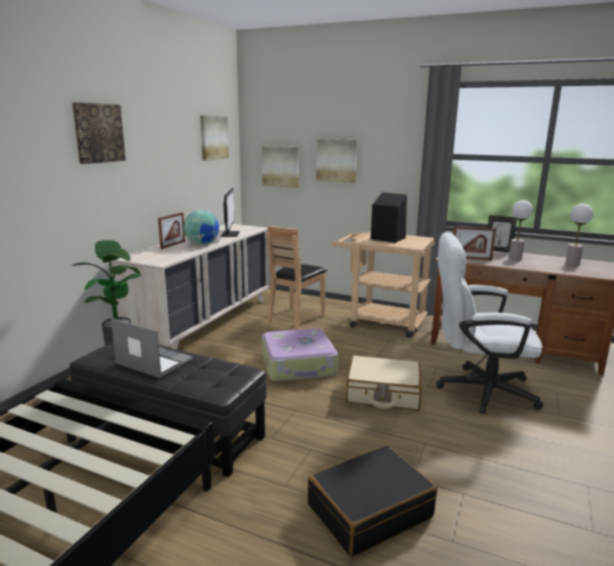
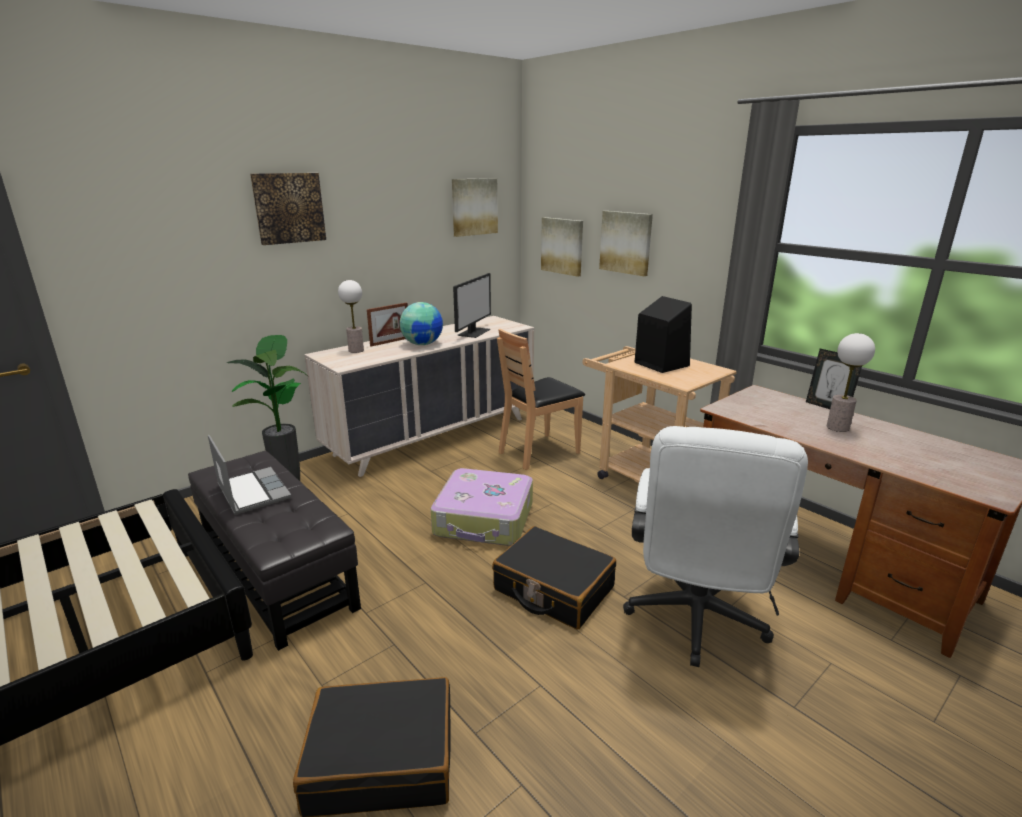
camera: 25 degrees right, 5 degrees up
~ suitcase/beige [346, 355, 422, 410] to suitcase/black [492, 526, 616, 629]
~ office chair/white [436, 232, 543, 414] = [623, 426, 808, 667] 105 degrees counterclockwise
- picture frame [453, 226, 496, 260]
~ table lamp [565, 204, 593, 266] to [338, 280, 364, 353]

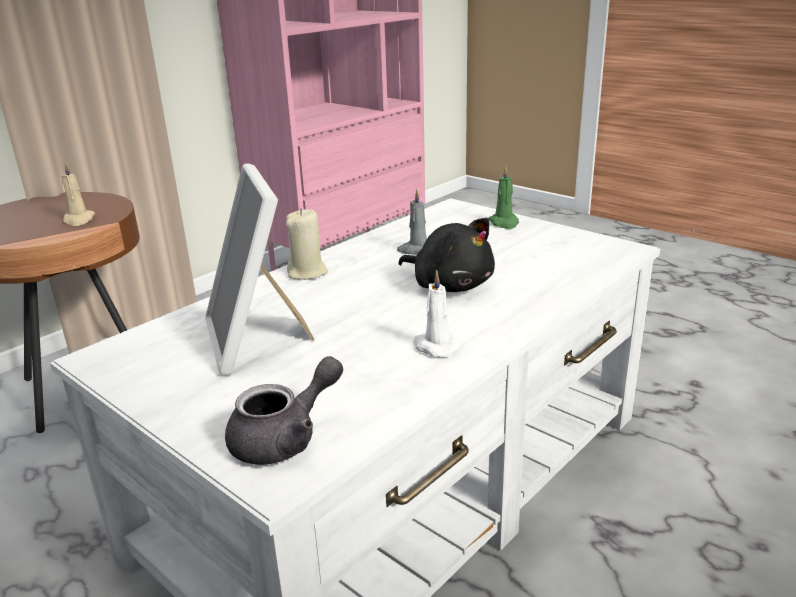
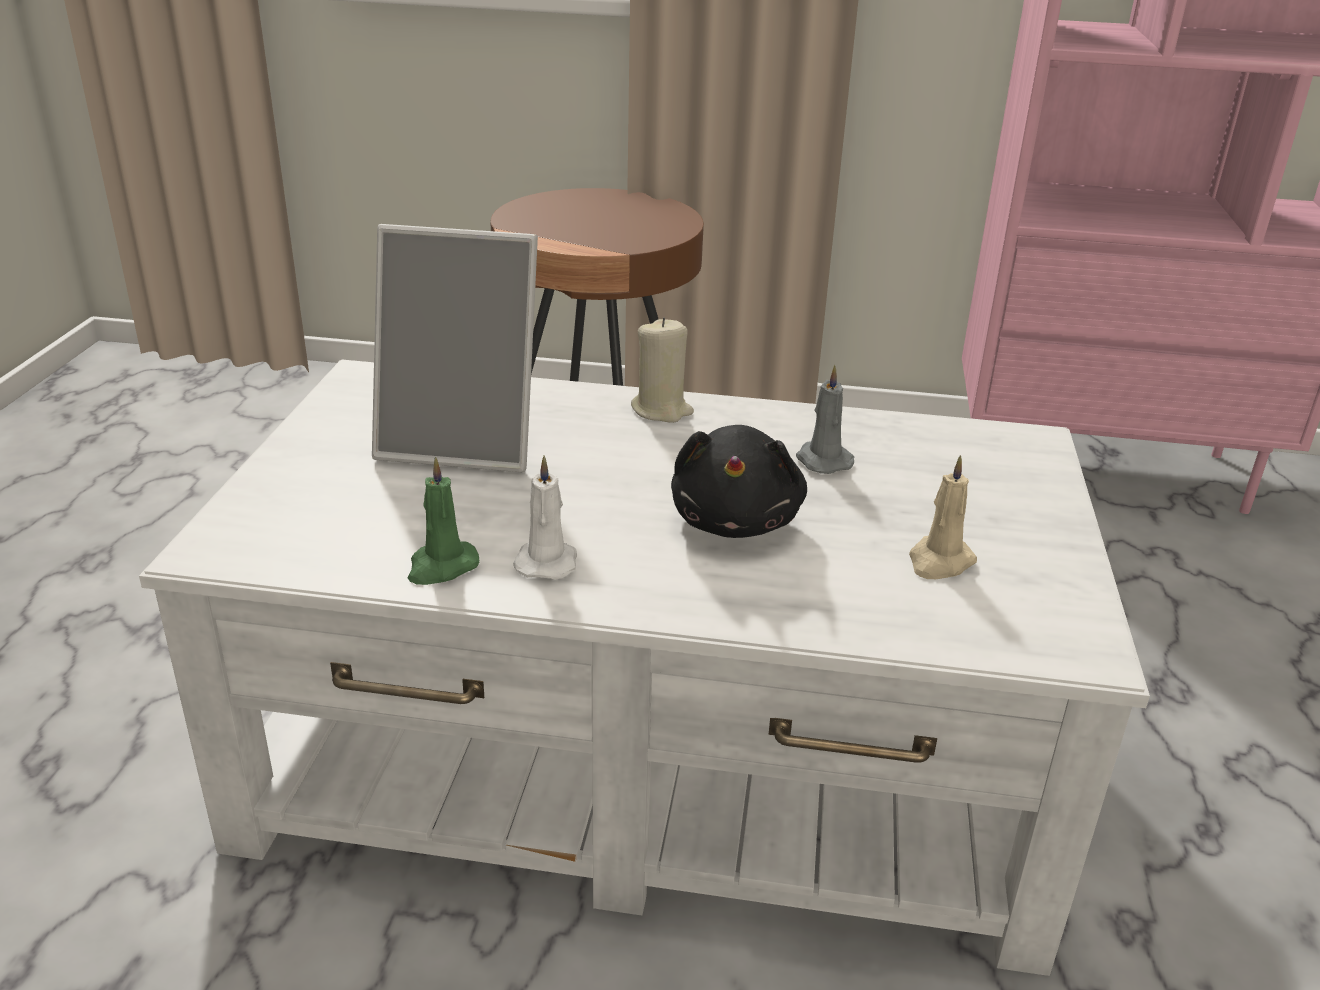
camera: 55 degrees right, 5 degrees up
~ candle/beige [62, 163, 95, 226] to [909, 455, 977, 579]
~ picture frame [205, 163, 315, 375] = [372, 224, 538, 472] 120 degrees counterclockwise
- teapot/grey [225, 356, 343, 465]
~ candle/green [488, 166, 519, 229] to [408, 457, 479, 585]

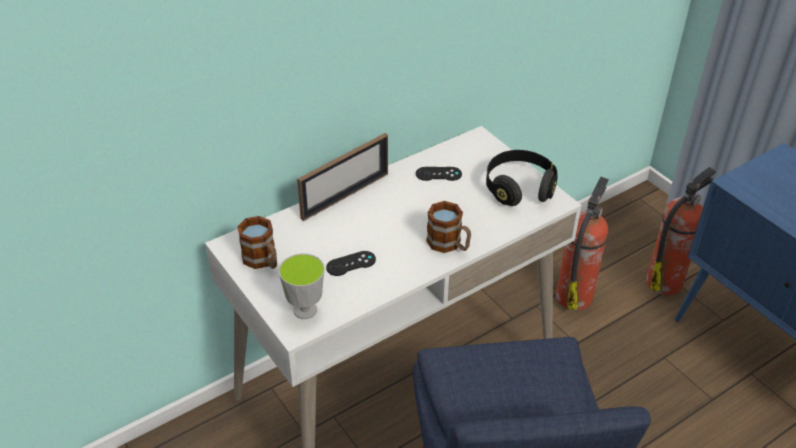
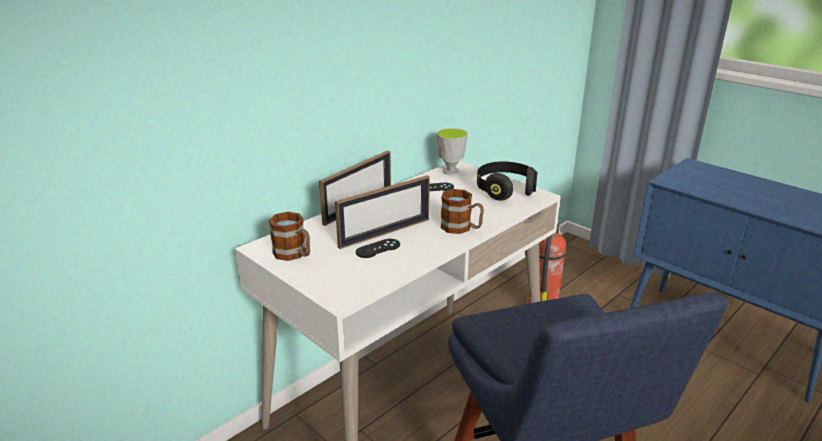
camera: 10 degrees left, 15 degrees down
~ cup [279, 253, 325, 319] to [436, 128, 468, 175]
- fire extinguisher [646, 167, 716, 295]
+ picture frame [335, 175, 430, 249]

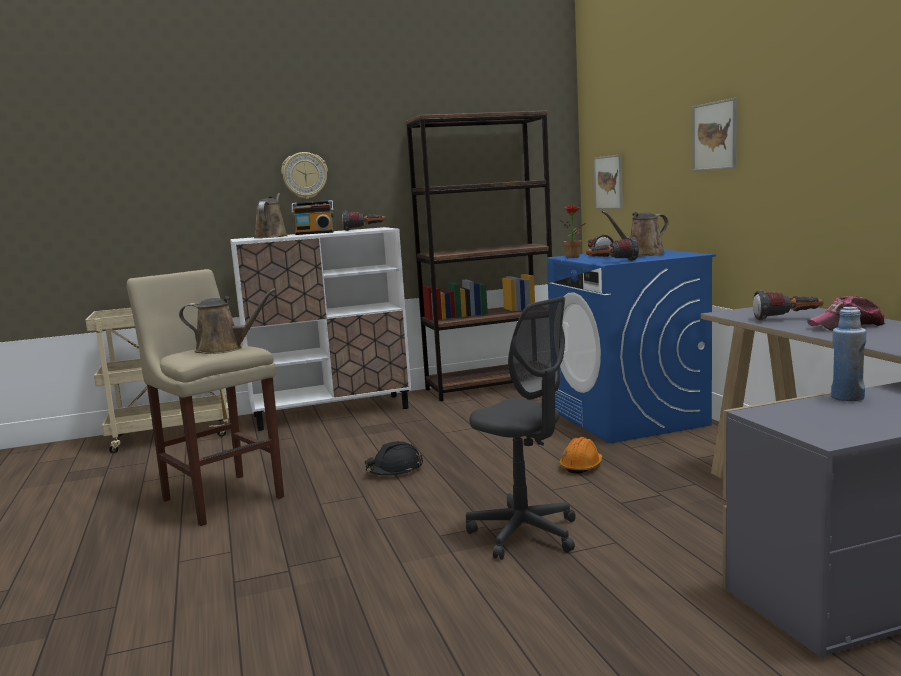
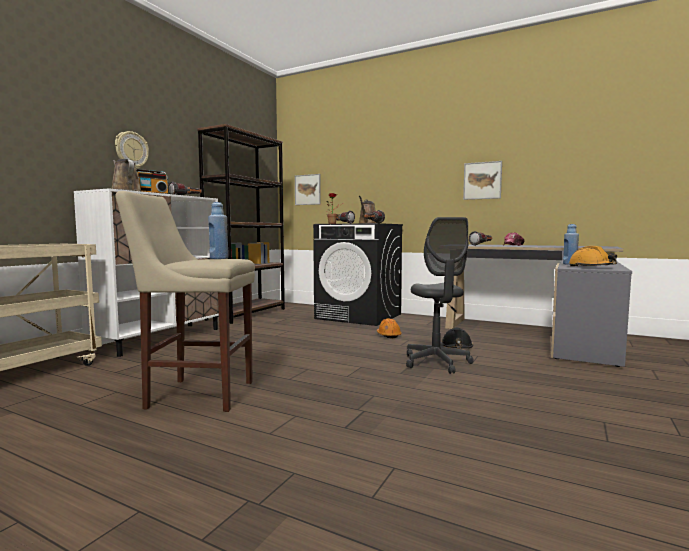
camera: 45 degrees left, 5 degrees down
~ watering can/brown [179, 288, 276, 354] to bottle/blue [208, 202, 229, 259]
~ hard hat/black [365, 441, 423, 476] to [441, 328, 473, 348]
~ office chair/grey [466, 297, 576, 560] = [406, 217, 474, 374] 75 degrees clockwise
~ washing machine/blue [547, 250, 716, 443] to washing machine/black [313, 223, 403, 326]
~ picture [692, 98, 737, 171] to [463, 161, 502, 200]
+ hard hat/orange [569, 246, 617, 267]

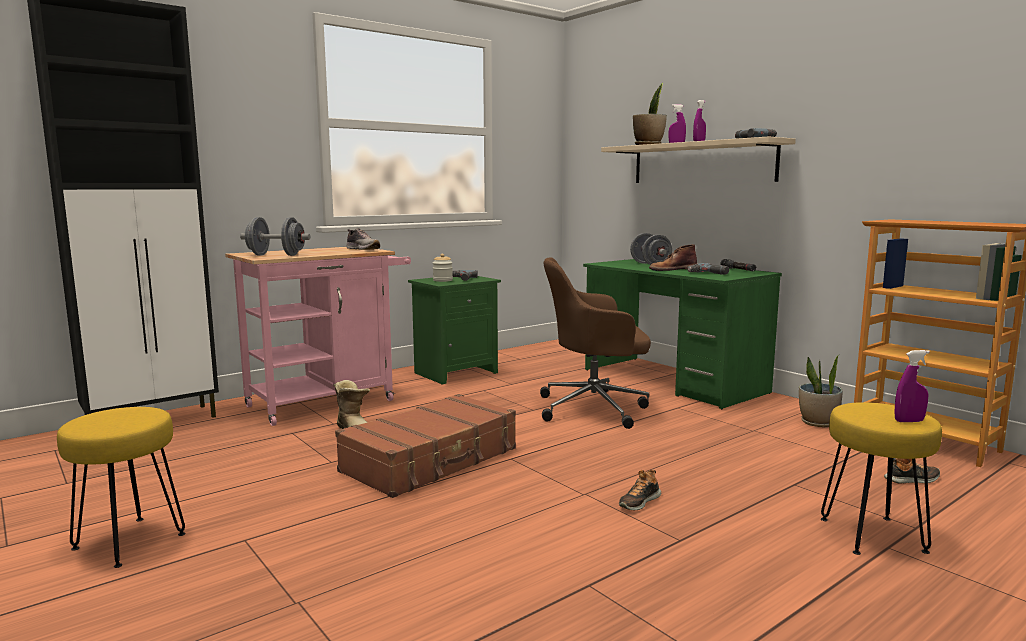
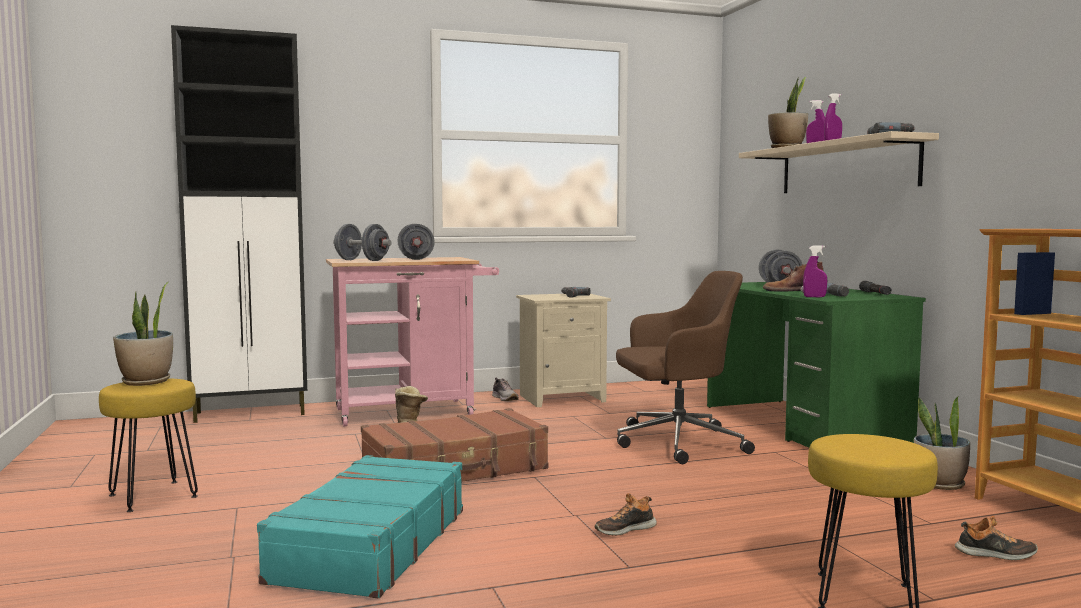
camera: 20 degrees right, 5 degrees down
~ shoe [346, 228, 380, 250] to [492, 377, 519, 401]
~ nightstand/green [408, 276, 501, 385] to nightstand/beige [516, 294, 611, 407]
- jar [433, 254, 453, 282]
~ office chair/brown [540, 258, 651, 429] = [616, 271, 755, 464] 150 degrees clockwise
~ spray bottle/purple [895, 350, 930, 422] to [803, 245, 827, 297]
+ potted plant [113, 282, 173, 386]
+ suitcase/turquoise [257, 455, 463, 598]
+ dumbbell/grey [397, 224, 435, 260]

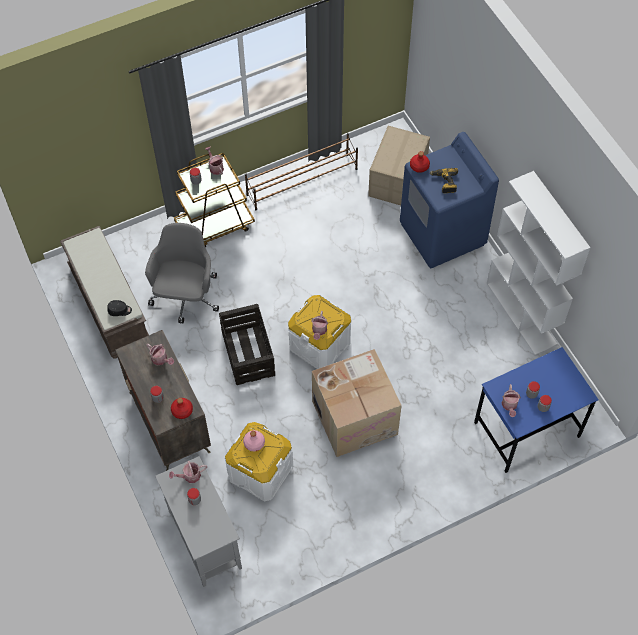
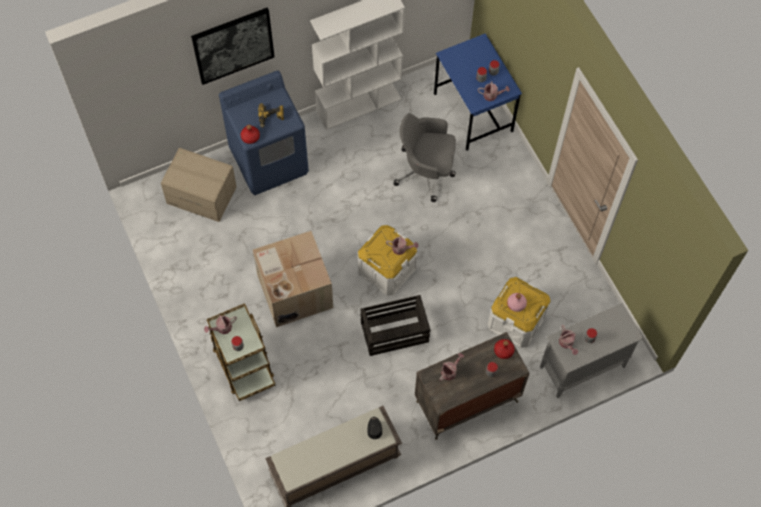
camera: 90 degrees left, 5 degrees up
~ office chair/grey [145, 223, 219, 323] to [394, 113, 456, 202]
- shoe rack/brown [245, 133, 358, 210]
~ cardboard box [312, 349, 402, 457] to [253, 231, 333, 327]
+ picture [191, 8, 275, 85]

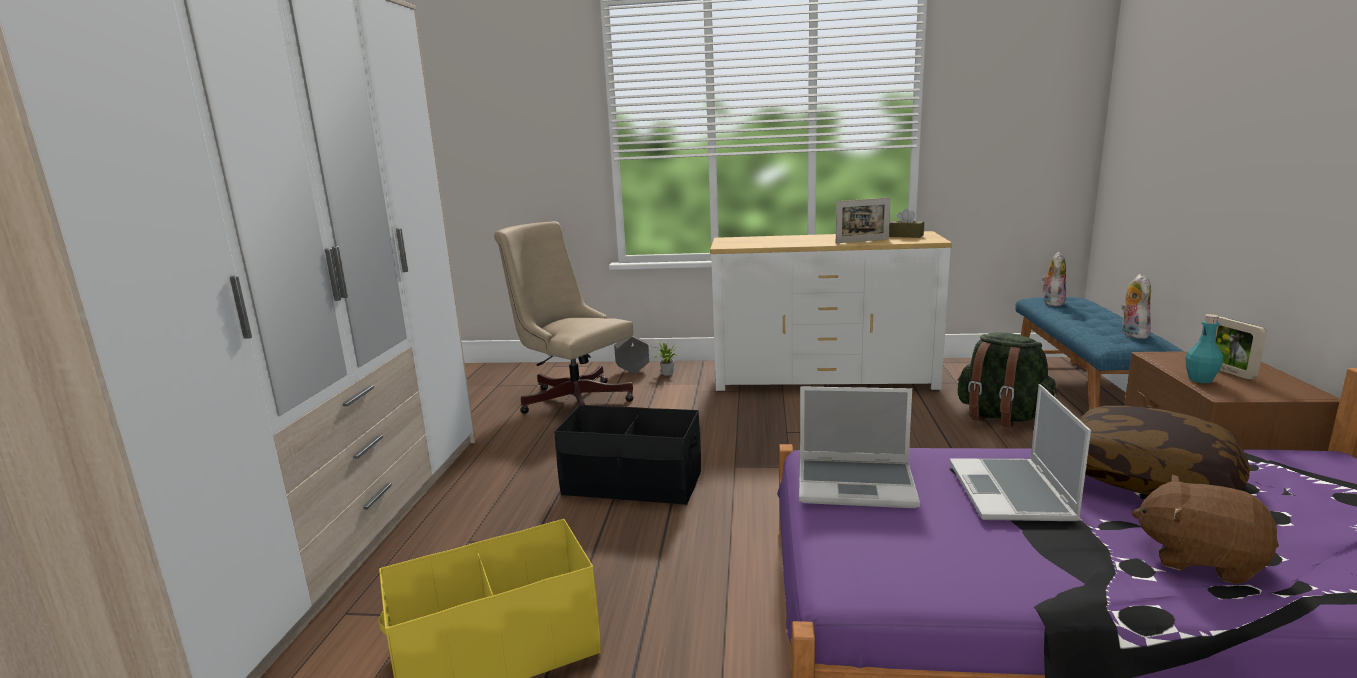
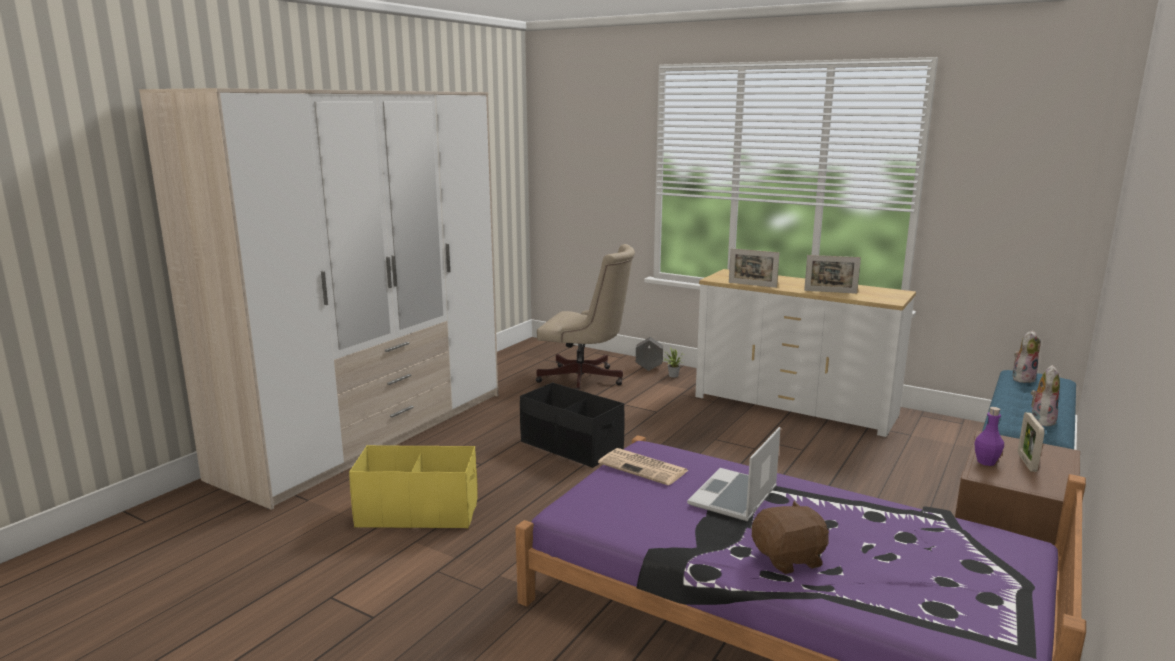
camera: 25 degrees right, 0 degrees up
~ office chair/beige [494, 221, 634, 414] = [536, 244, 635, 390] 135 degrees clockwise
~ laptop [799, 386, 920, 508] to newspaper [598, 448, 689, 486]
- tissue box/brown [889, 208, 924, 238]
- backpack/green [957, 333, 1057, 428]
- pillow [1079, 406, 1250, 495]
~ plush toy/brown [1132, 475, 1279, 584] = [752, 501, 829, 574] 105 degrees clockwise
~ bottle/turquoise [1185, 314, 1224, 383] to bottle/purple [975, 407, 1004, 466]
+ picture frame [729, 248, 779, 288]

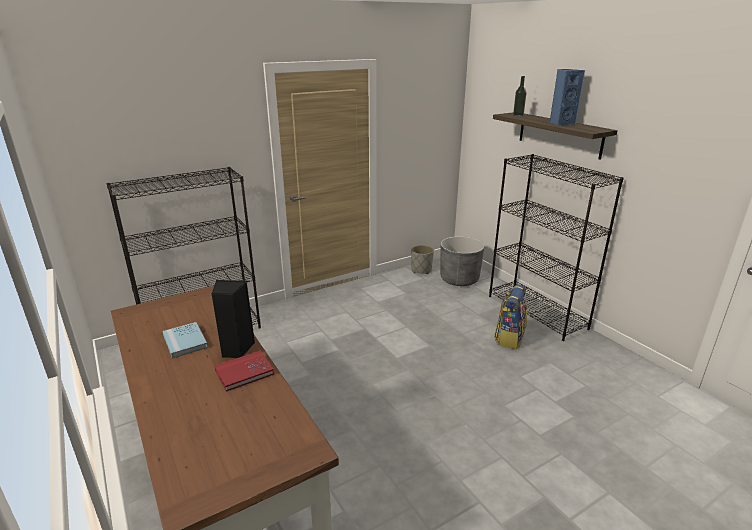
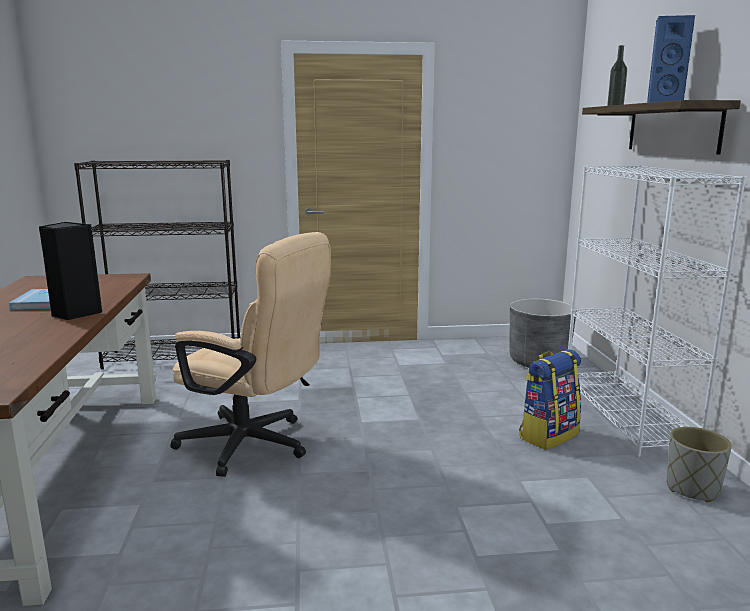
camera: 25 degrees right, 10 degrees down
- book/red [214, 350, 274, 392]
~ planter/grey [411, 245, 434, 274] to [667, 427, 732, 502]
~ bookcase/black [489, 154, 624, 341] to bookcase/white [568, 165, 746, 457]
+ office chair/beige [170, 232, 331, 477]

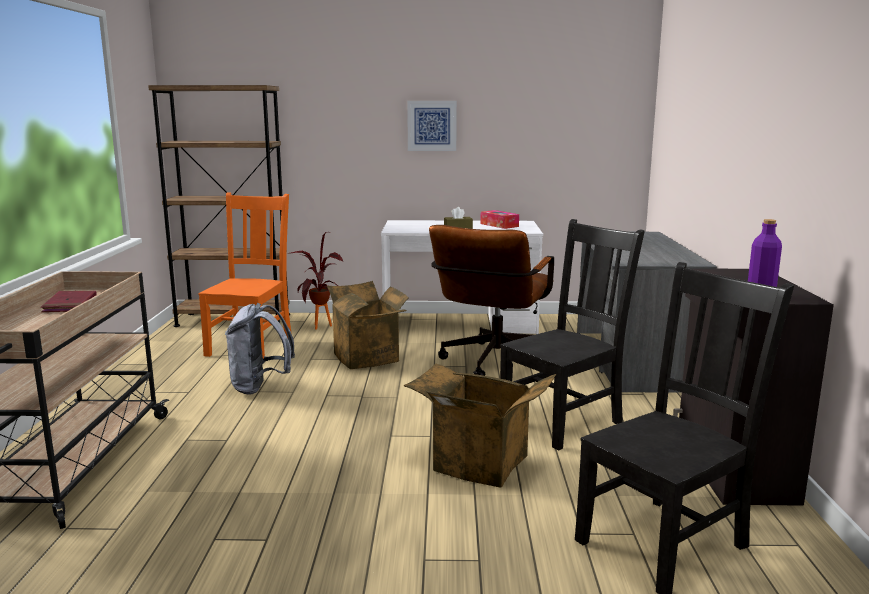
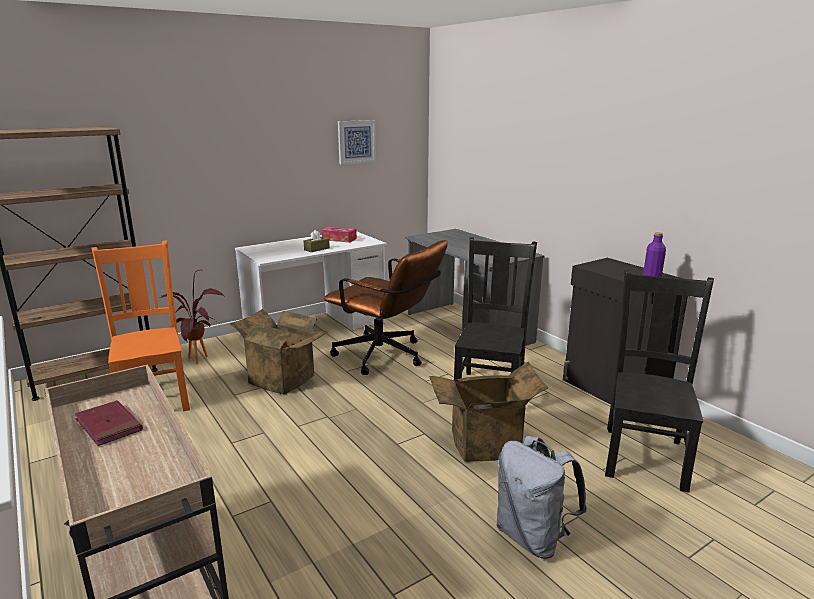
camera: 35 degrees left, 5 degrees up
~ backpack/grey [225, 303, 295, 395] to [496, 436, 587, 559]
~ picture [407, 101, 457, 151] to [338, 120, 376, 164]
~ office chair/brown [429, 225, 554, 376] = [324, 240, 448, 375] 45 degrees counterclockwise

